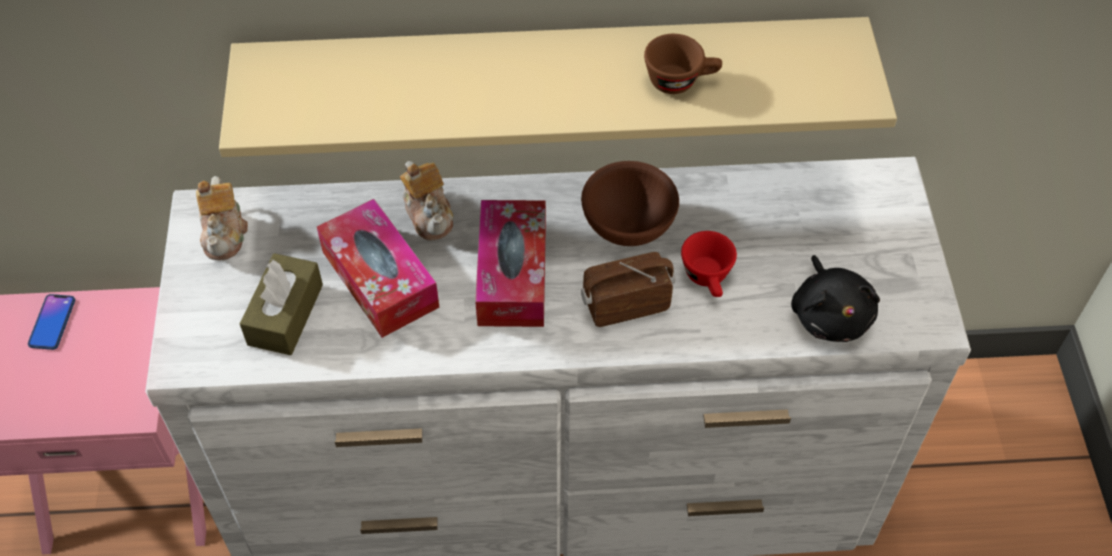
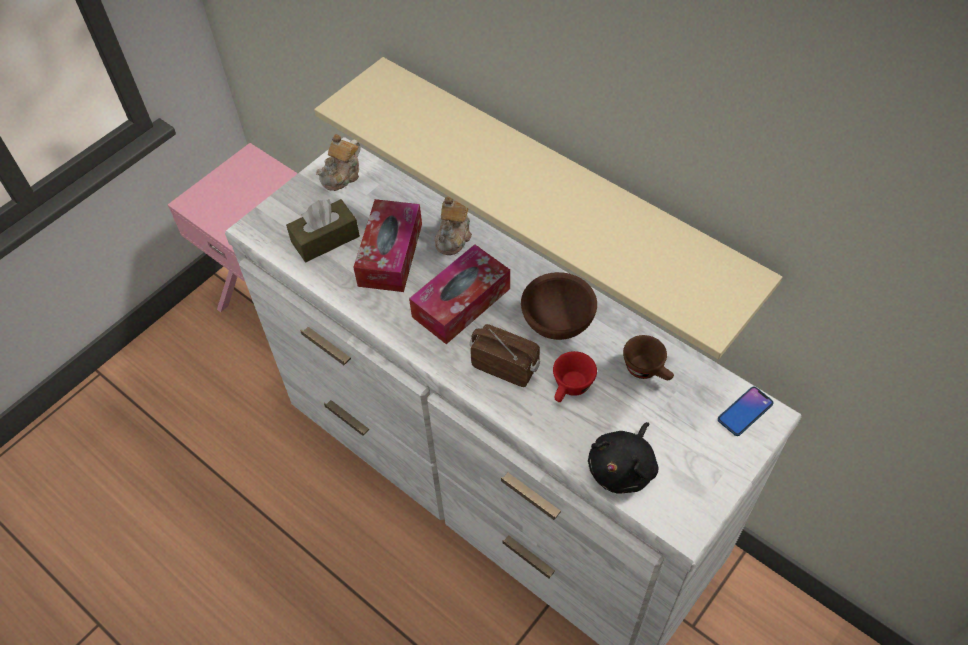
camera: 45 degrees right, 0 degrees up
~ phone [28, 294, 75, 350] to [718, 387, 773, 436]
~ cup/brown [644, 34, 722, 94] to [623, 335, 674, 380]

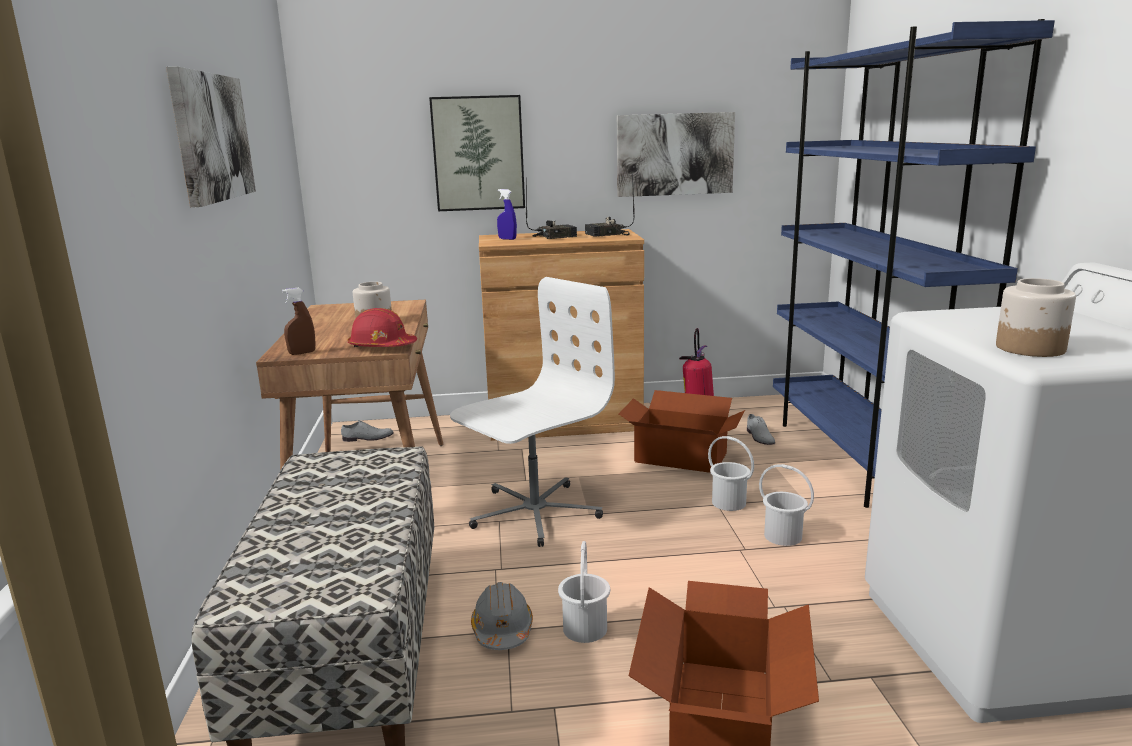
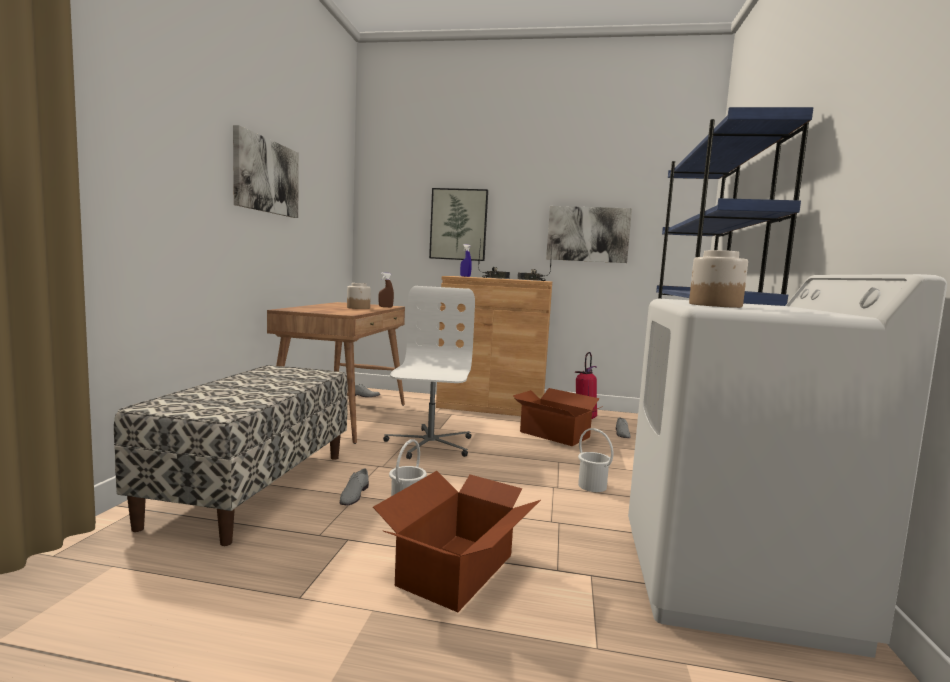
camera: 15 degrees right, 10 degrees down
~ spray bottle/brown [282, 288, 315, 355] to [378, 272, 394, 307]
- hard hat/red [348, 308, 417, 347]
~ office chair/white [450, 277, 615, 547] = [383, 286, 475, 459] 60 degrees counterclockwise
~ hard hat/grey [471, 582, 533, 650] to shoe/grey [340, 468, 369, 505]
- bucket/white [708, 436, 754, 511]

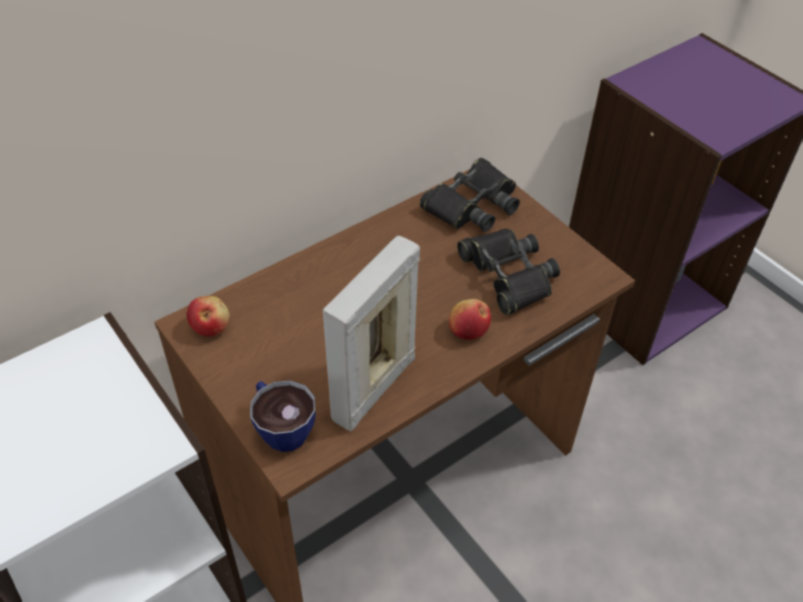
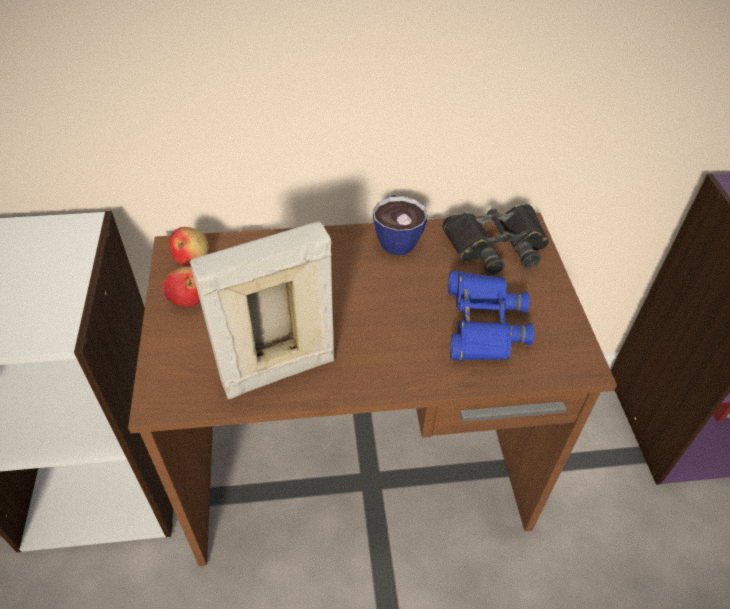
camera: 30 degrees right, 0 degrees up
~ cup [250, 380, 315, 452] to [373, 195, 428, 255]
~ apple [449, 299, 491, 340] to [163, 267, 200, 307]
~ binoculars/black [457, 229, 560, 315] to binoculars/blue [448, 271, 534, 361]

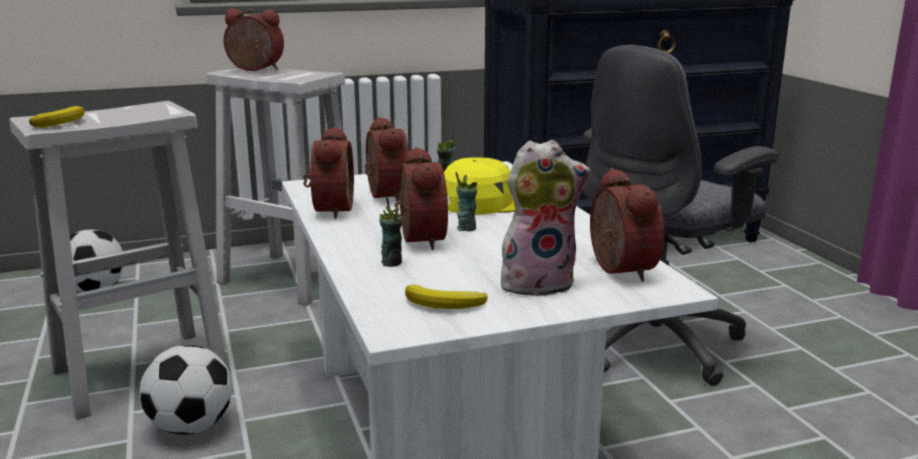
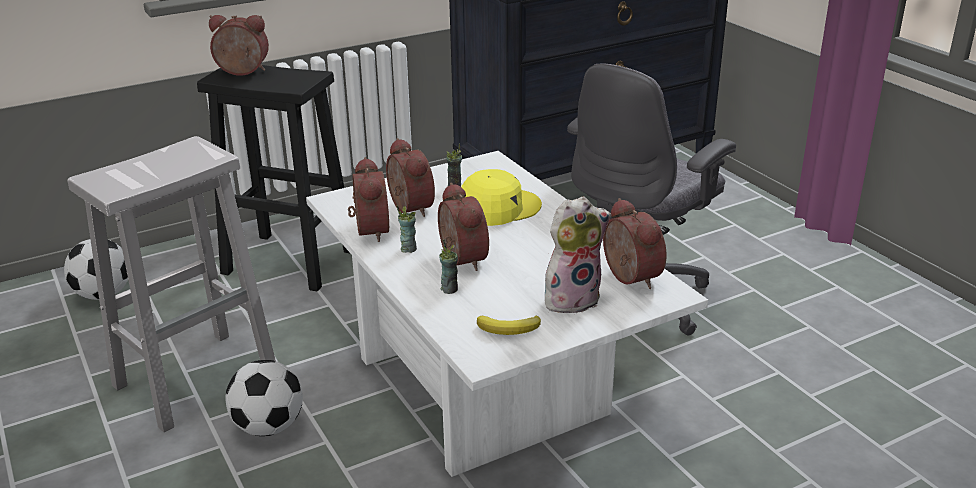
camera: 10 degrees left, 10 degrees up
- banana [29, 106, 84, 128]
~ stool/white [206, 67, 345, 306] to stool/black [197, 65, 350, 292]
~ cup [456, 172, 478, 232] to [396, 205, 417, 253]

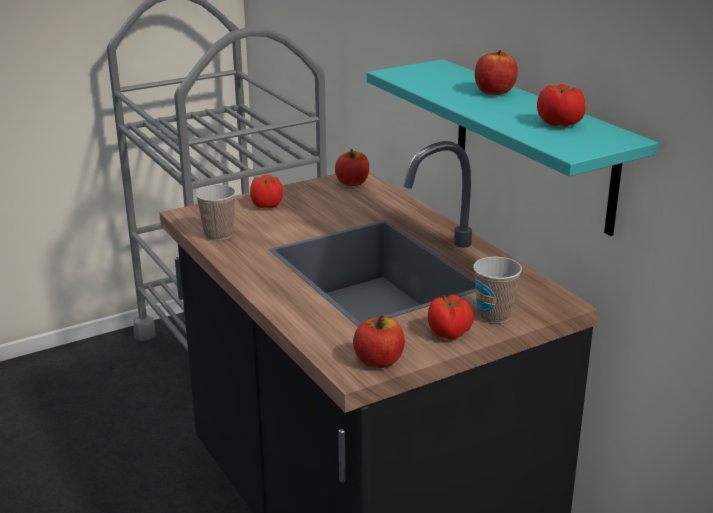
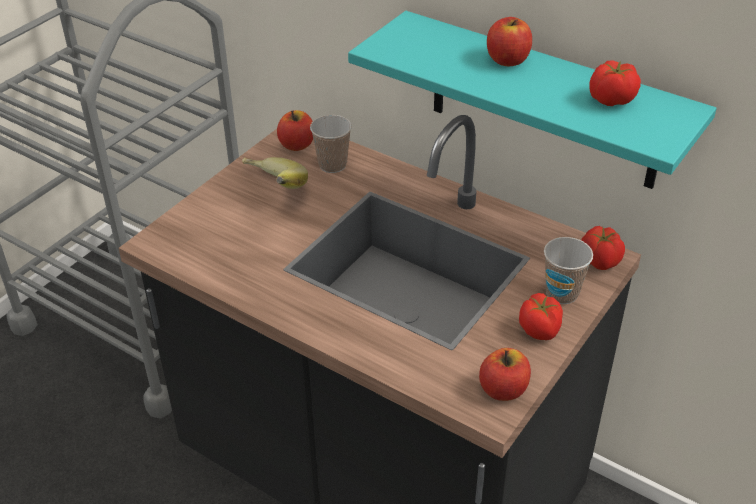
camera: 25 degrees left, 15 degrees up
~ cup [195, 185, 236, 241] to [310, 115, 352, 173]
~ tomato [250, 175, 283, 208] to [581, 226, 625, 270]
+ banana [242, 157, 308, 189]

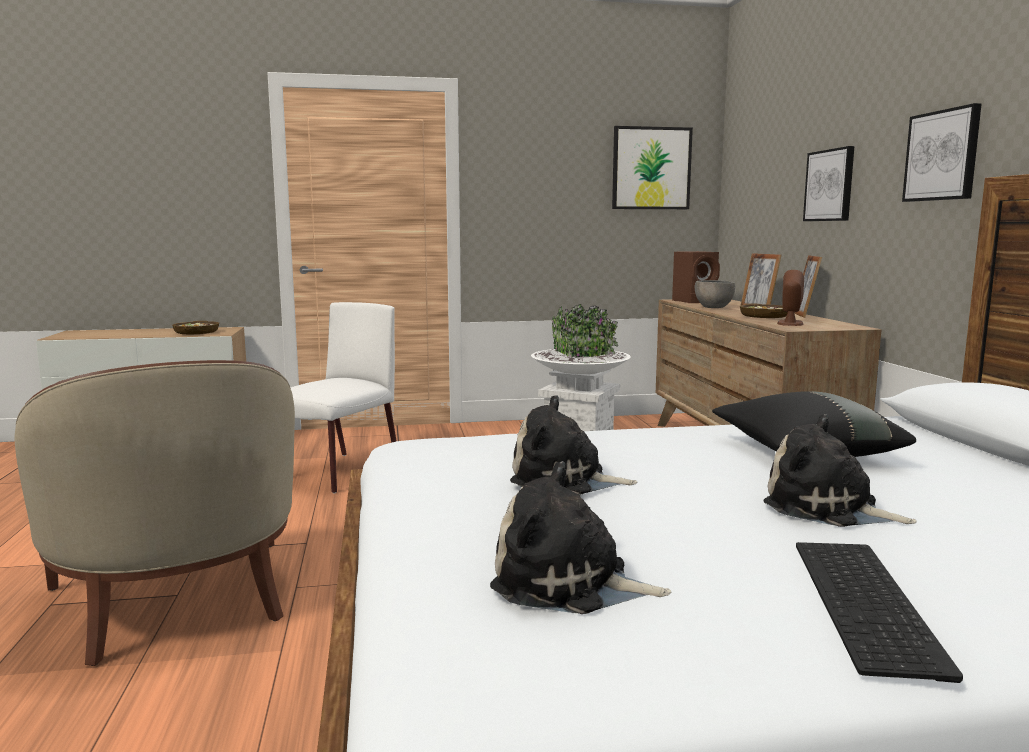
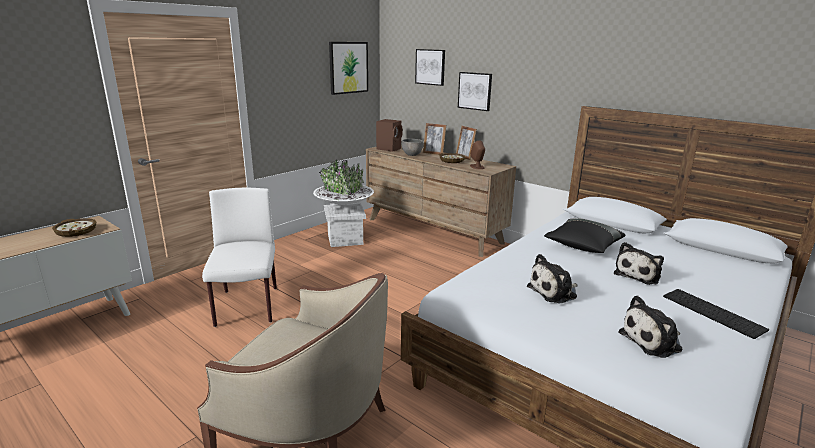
camera: 40 degrees left, 10 degrees up
~ plush toy [764, 414, 917, 527] = [614, 242, 664, 285] 45 degrees counterclockwise
~ picture [902, 103, 982, 202] to [415, 49, 445, 86]

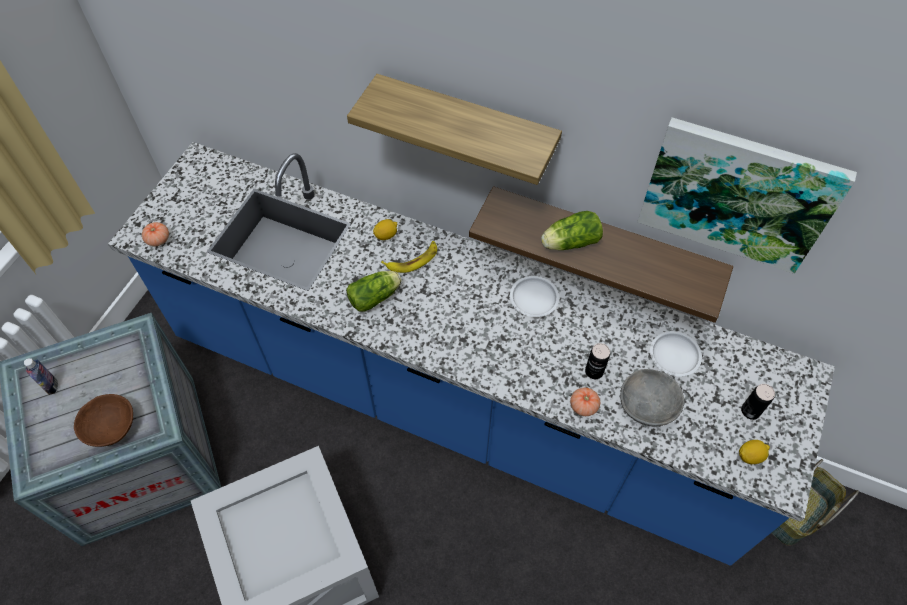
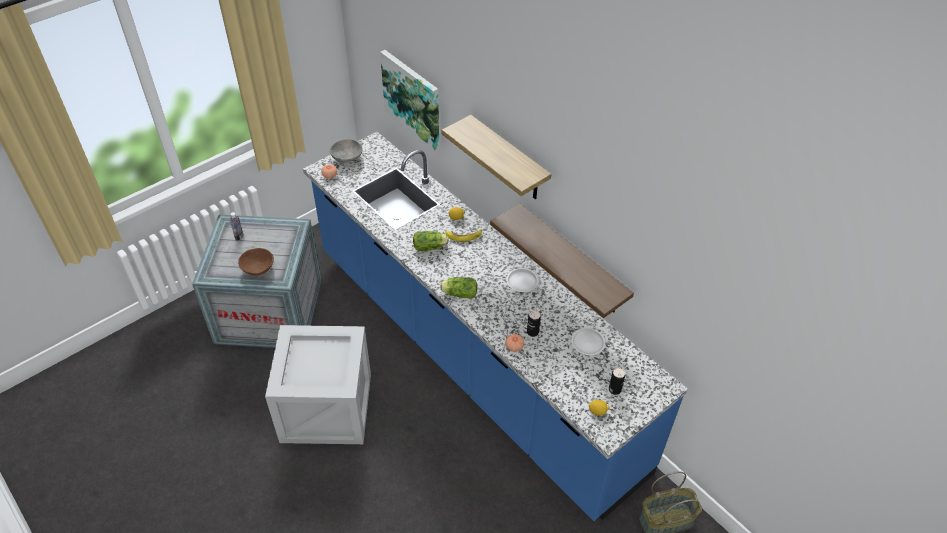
camera: 25 degrees right, 10 degrees down
~ lettuce [541, 211, 603, 250] to [440, 277, 477, 299]
~ bowl/grey [620, 369, 685, 427] to [329, 139, 363, 163]
~ picture [637, 117, 857, 274] to [380, 50, 439, 150]

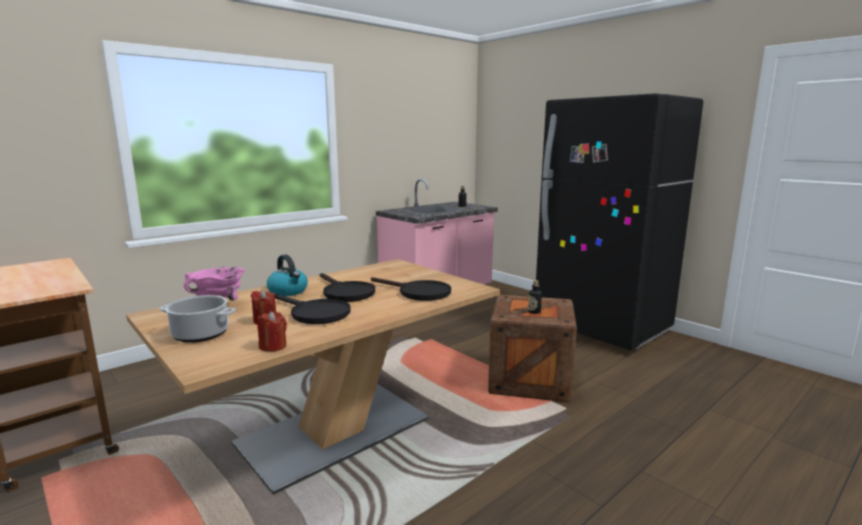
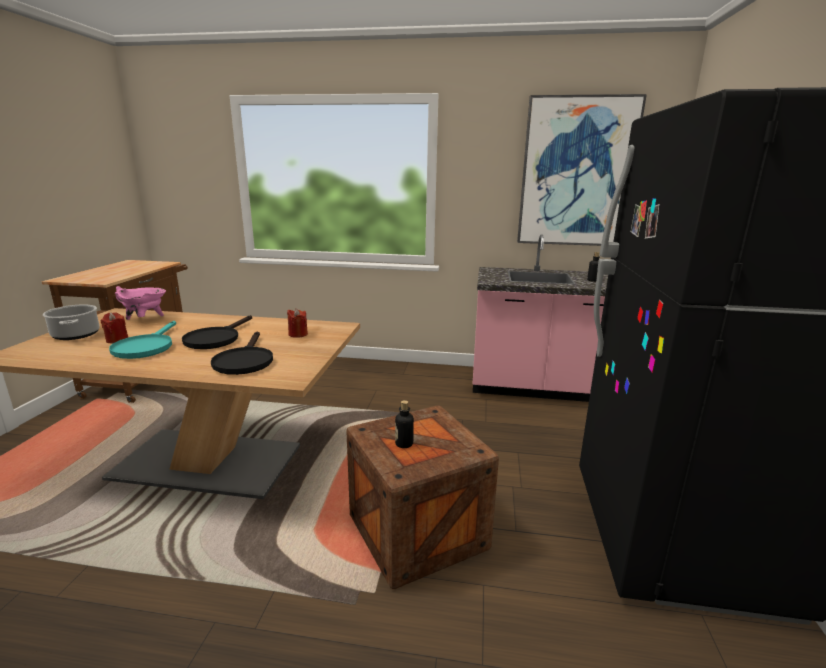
camera: 50 degrees right, 5 degrees up
~ candle/red [257, 311, 287, 352] to [287, 308, 308, 338]
- kettle [267, 254, 308, 296]
~ frying pan/black [275, 294, 351, 324] to frying pan/turquoise [109, 321, 176, 359]
+ picture [517, 94, 647, 246]

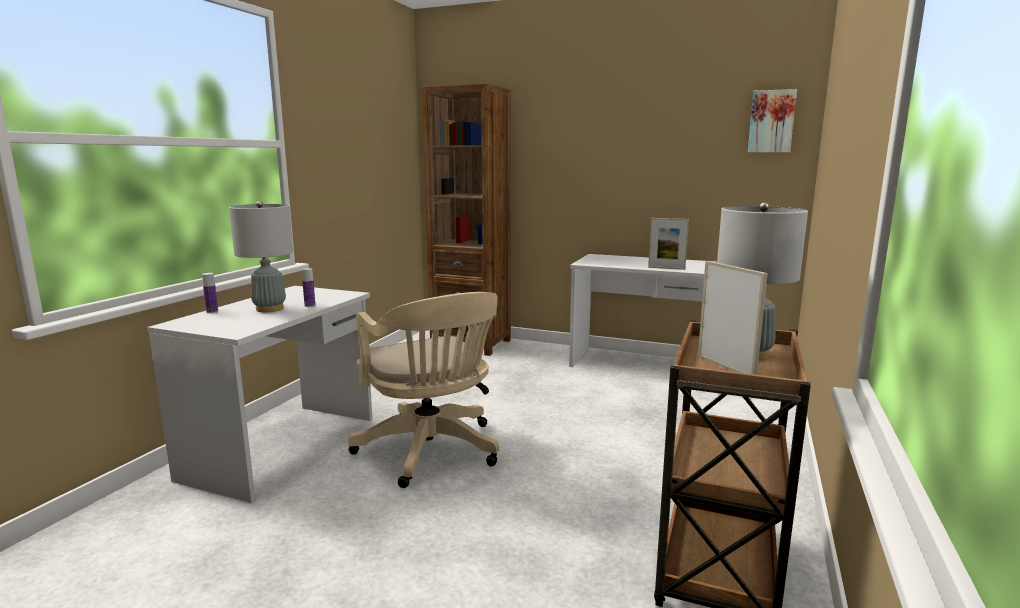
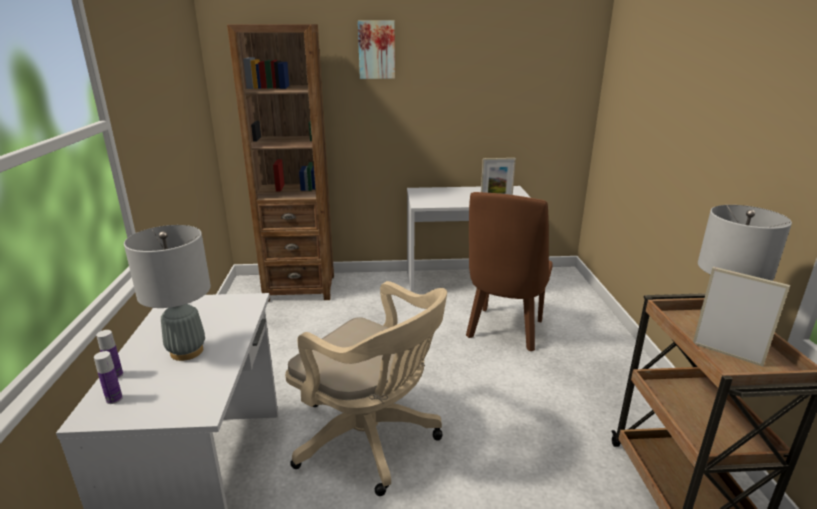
camera: 25 degrees left, 10 degrees up
~ bottle [302, 268, 315, 307] to [94, 351, 123, 404]
~ picture [748, 89, 797, 153] to [358, 20, 395, 79]
+ chair/brown [466, 192, 553, 351]

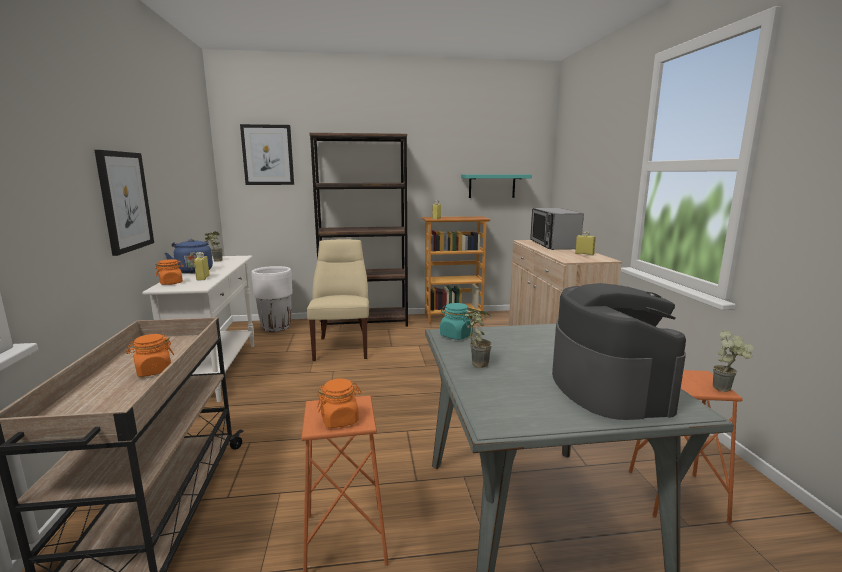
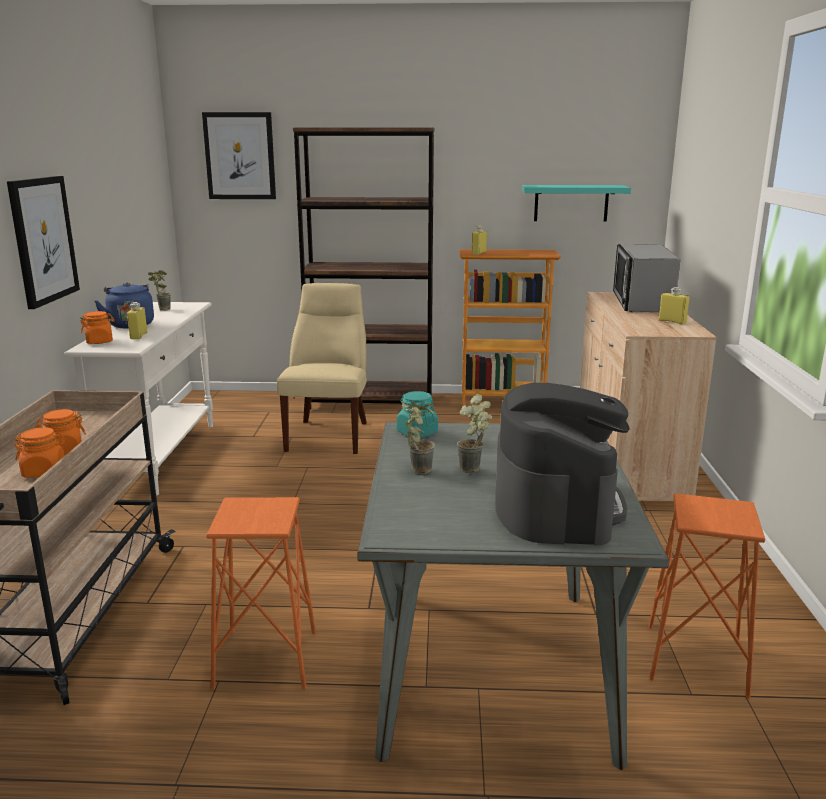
camera: 10 degrees right, 5 degrees up
- planter/white [251, 266, 293, 332]
~ jar/orange [317, 379, 361, 428] to [14, 427, 66, 478]
~ potted plant [713, 330, 754, 392] to [457, 394, 492, 473]

